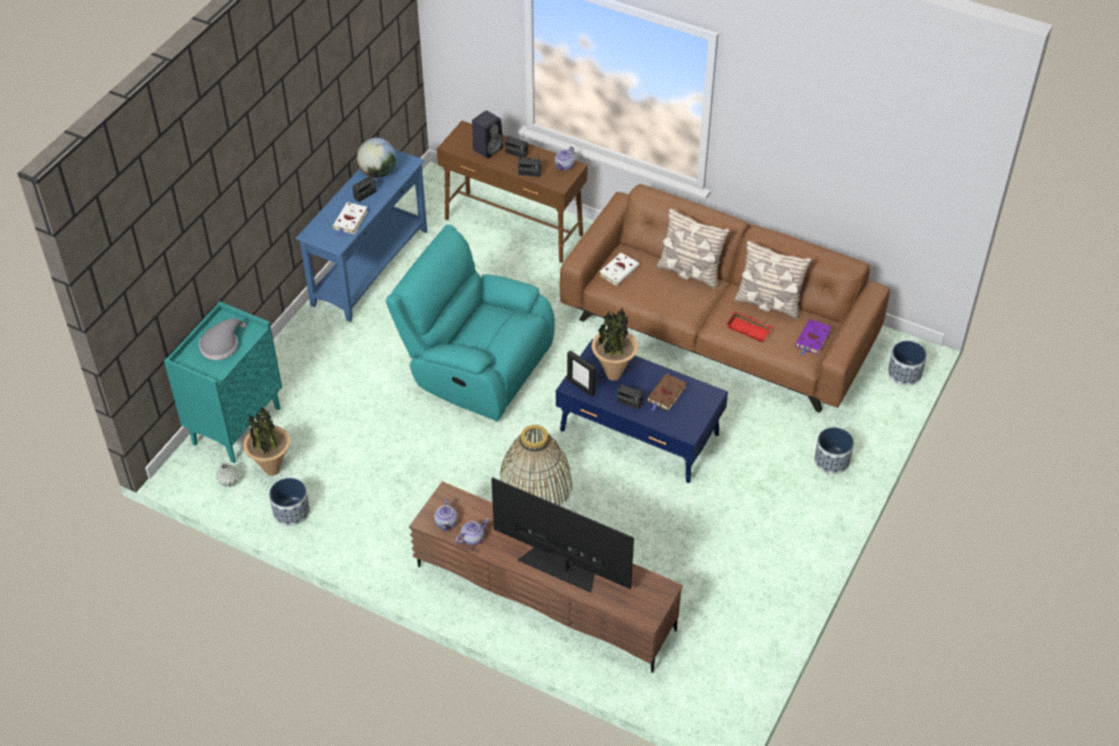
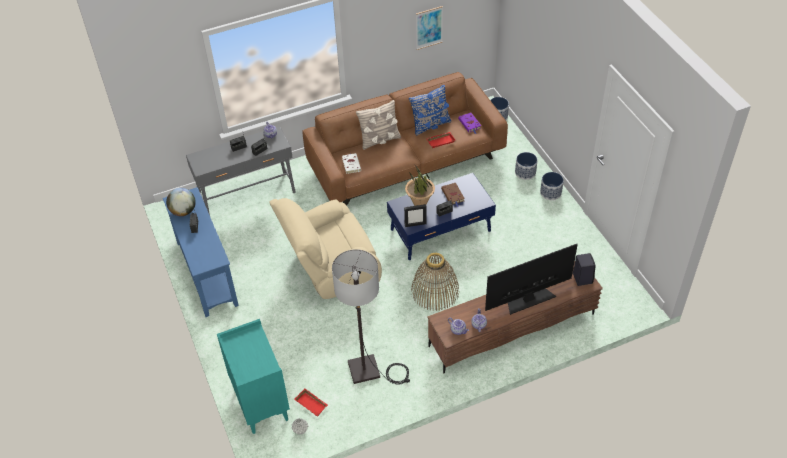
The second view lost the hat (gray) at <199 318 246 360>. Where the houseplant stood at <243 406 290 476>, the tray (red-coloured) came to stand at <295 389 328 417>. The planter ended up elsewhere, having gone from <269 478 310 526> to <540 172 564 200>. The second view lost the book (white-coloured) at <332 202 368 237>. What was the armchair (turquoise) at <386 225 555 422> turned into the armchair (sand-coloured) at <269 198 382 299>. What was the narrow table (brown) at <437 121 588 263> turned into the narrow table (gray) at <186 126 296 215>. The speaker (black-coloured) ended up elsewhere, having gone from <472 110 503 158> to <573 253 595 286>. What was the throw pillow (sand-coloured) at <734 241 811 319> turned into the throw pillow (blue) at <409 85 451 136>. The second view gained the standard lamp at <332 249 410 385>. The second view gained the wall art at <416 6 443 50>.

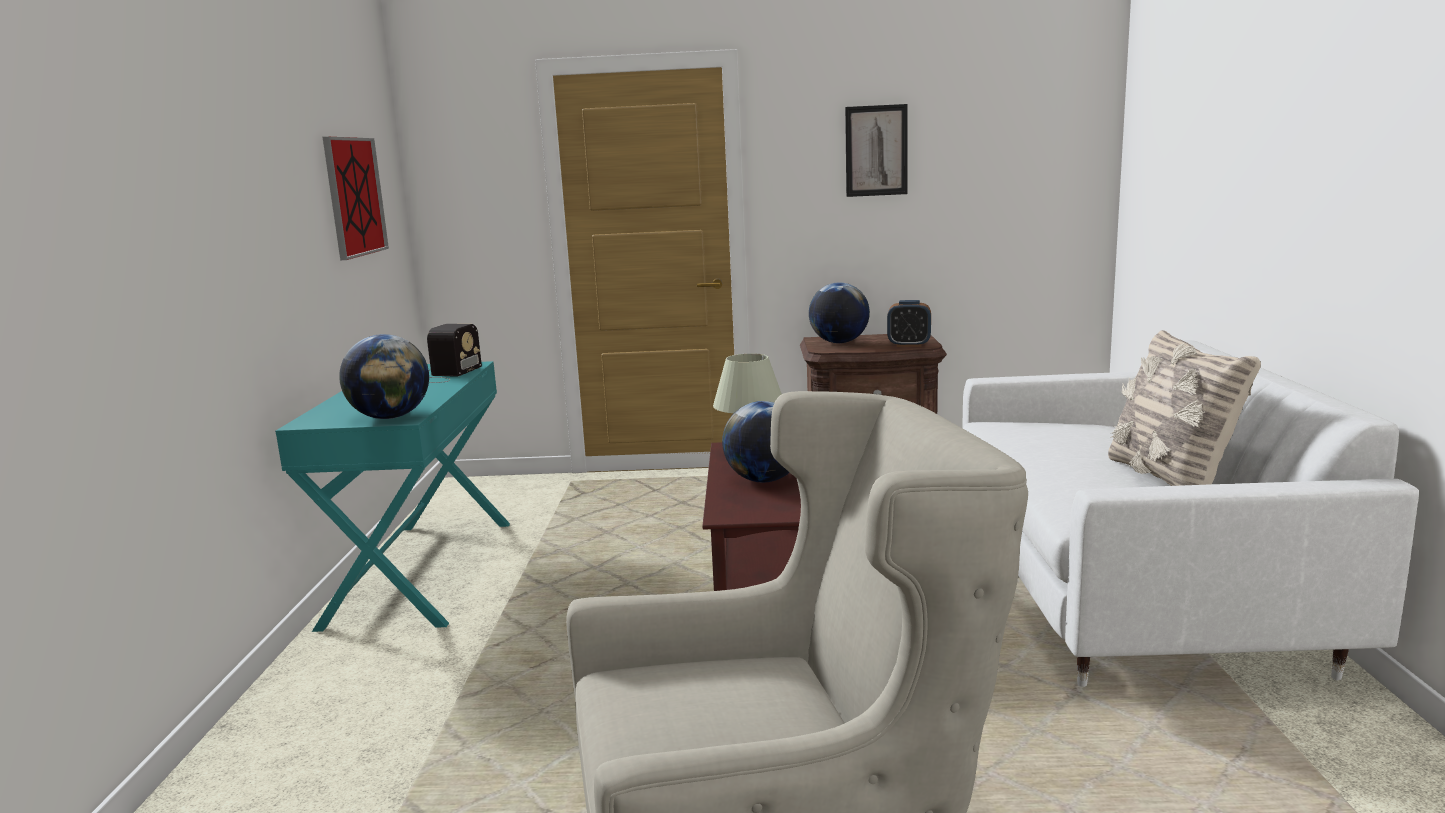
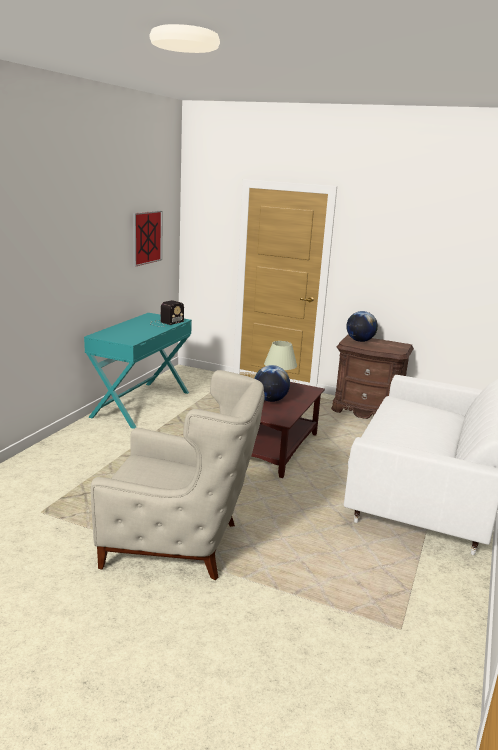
The second view lost the world globe at <339 334 429 419>. The second view lost the wall art at <845 104 908 197>. The second view lost the alarm clock at <887 300 931 347>. The second view lost the throw pillow (sand-coloured) at <1108 330 1261 486>.

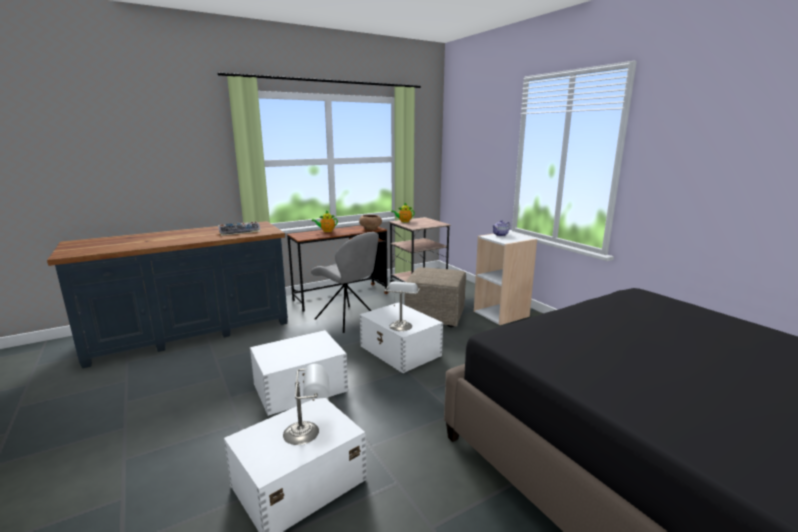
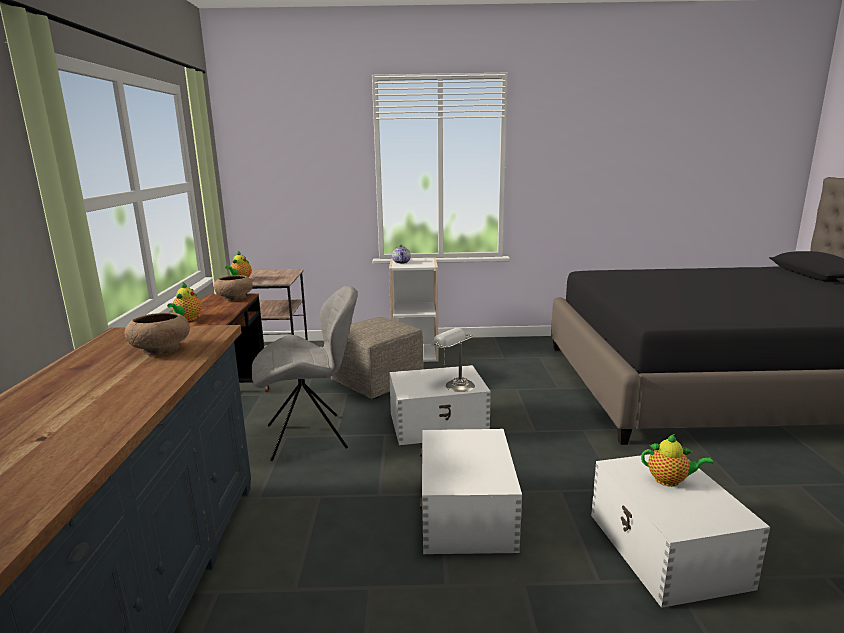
Where the PC keyboard stood at <218 221 261 236>, the serving bowl (brown) came to stand at <125 313 190 355>. Where the lamp for a table (white-coloured) stood at <283 364 330 445>, the pot for tea came to stand at <641 434 713 487>.

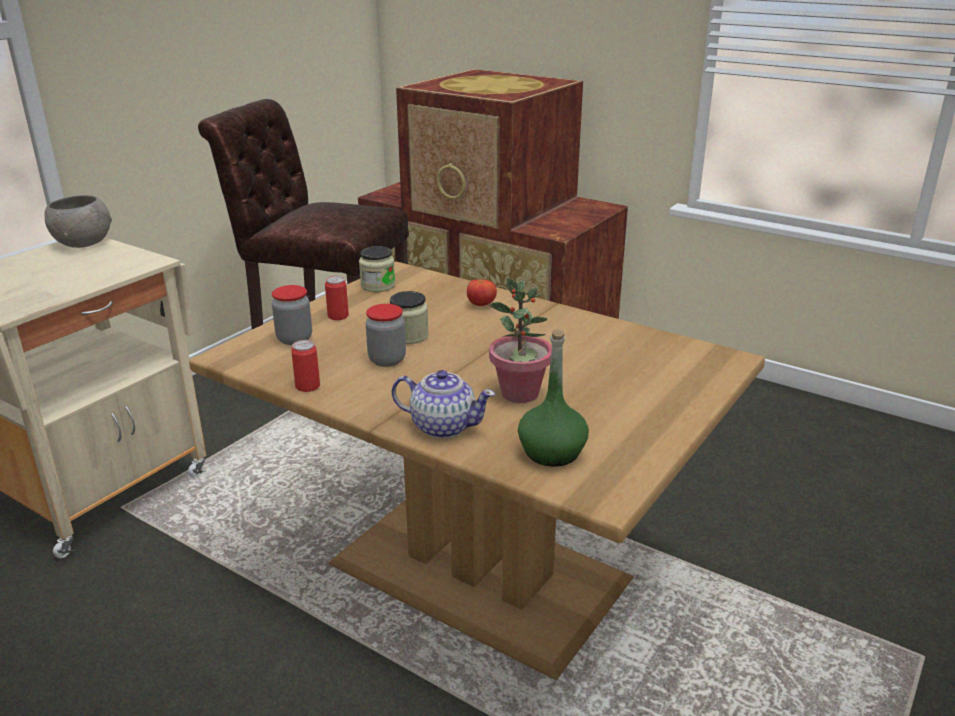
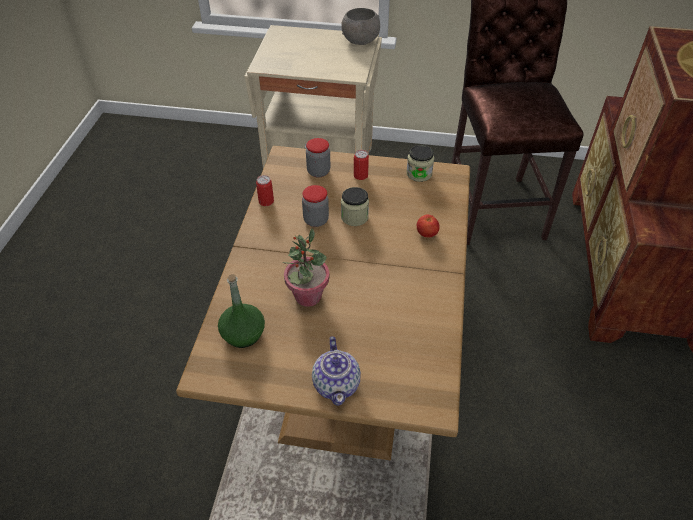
The pot for tea ended up elsewhere, having gone from <392 370 495 439> to <312 336 361 406>.

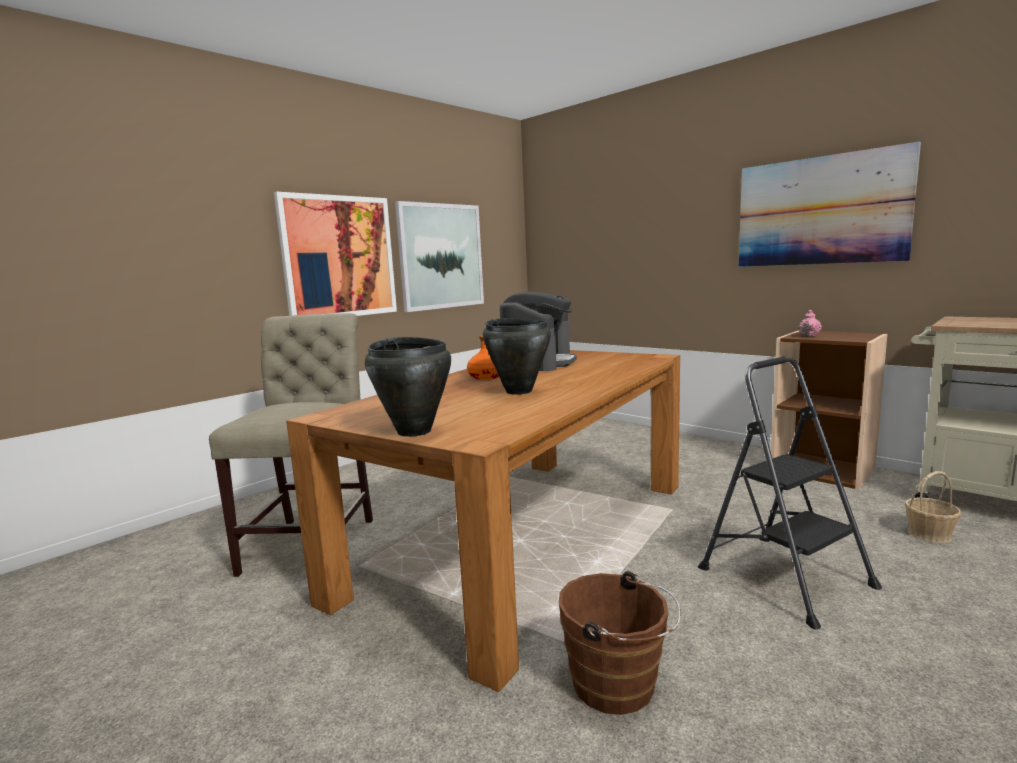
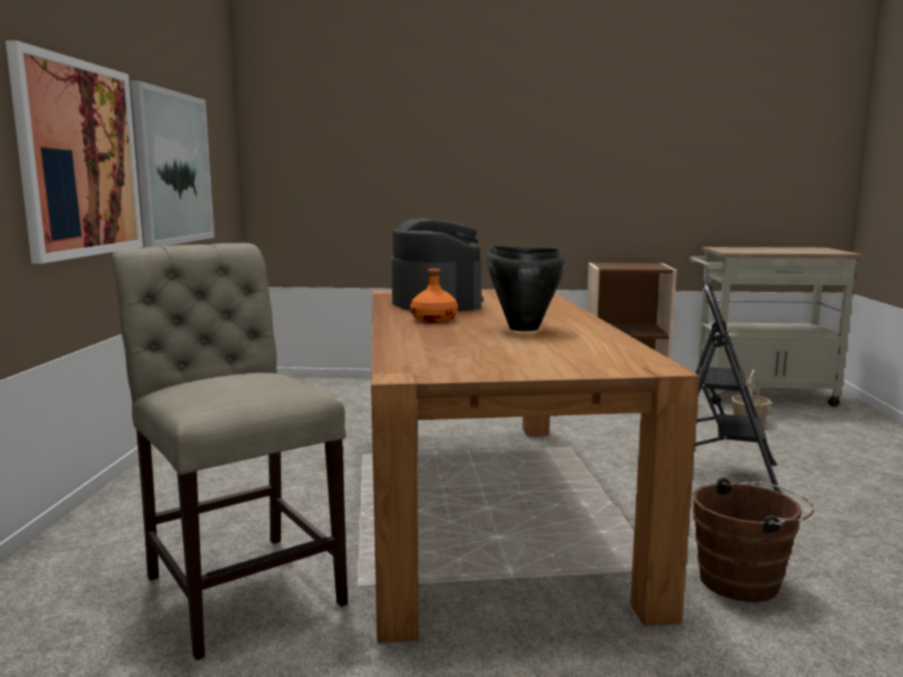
The second view lost the cooking pot (black-coloured) at <365 337 451 437>. The second view lost the wall art at <739 142 921 267>. The second view lost the pot for tea (pink) at <798 310 822 337>.

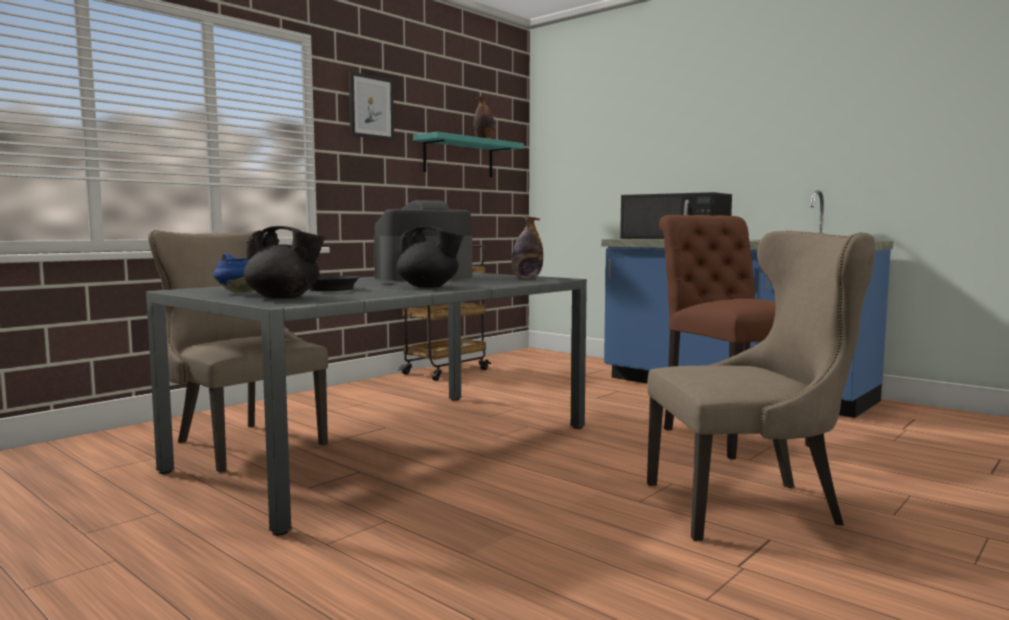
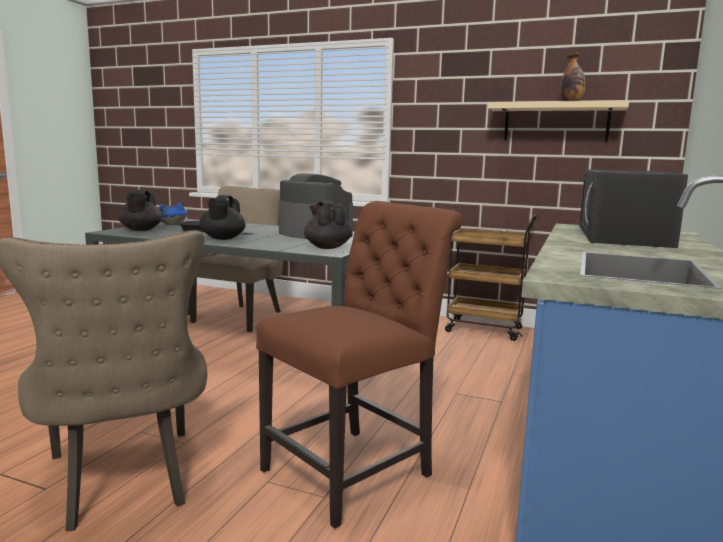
The second view lost the wall art at <349 72 394 141>. What was the bracket shelf (turquoise) at <413 132 524 177> turned into the bracket shelf (sand-coloured) at <488 100 629 142>. Where the bottle stood at <512 216 543 279>, the pot for tea (black-coloured) came to stand at <304 201 352 249>.

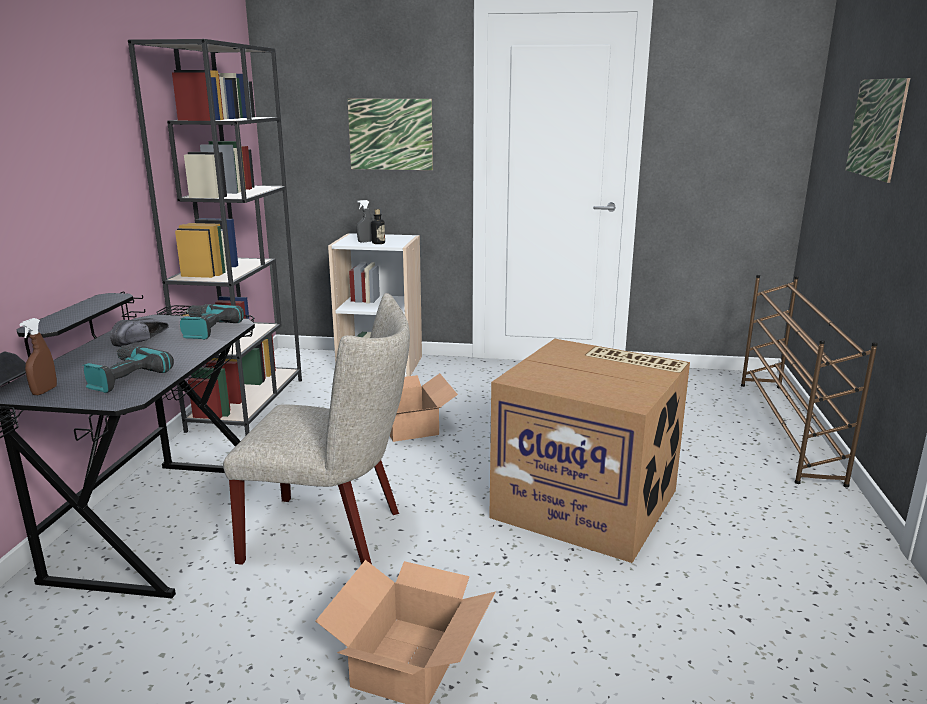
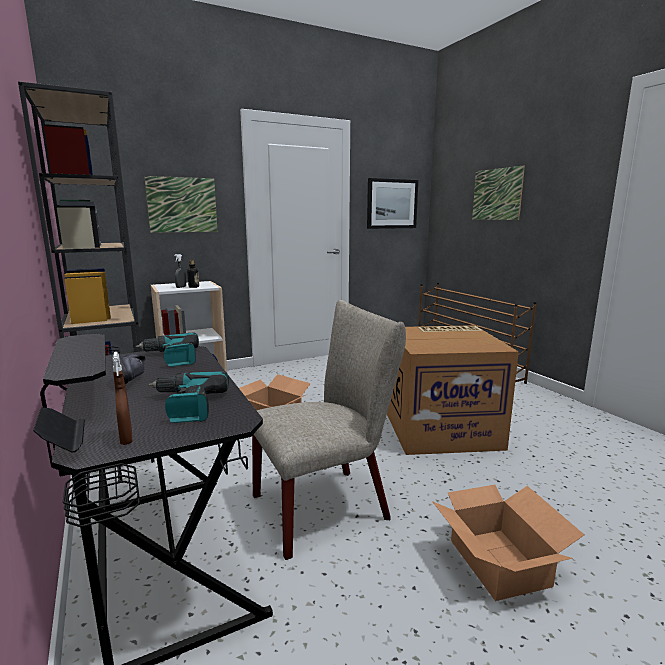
The second view gained the wall art at <367 178 418 229>.

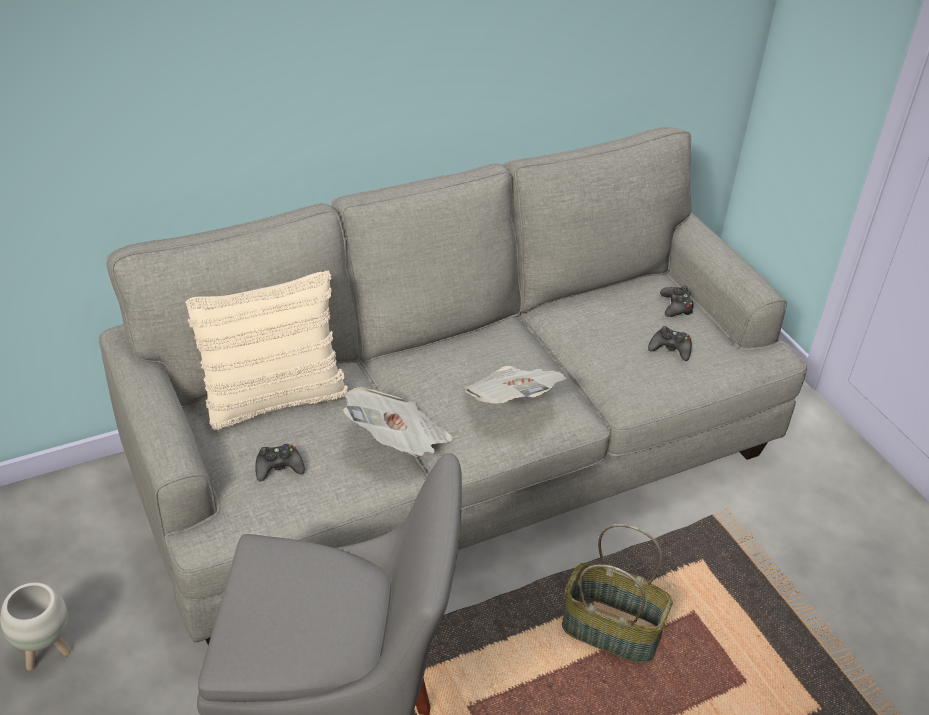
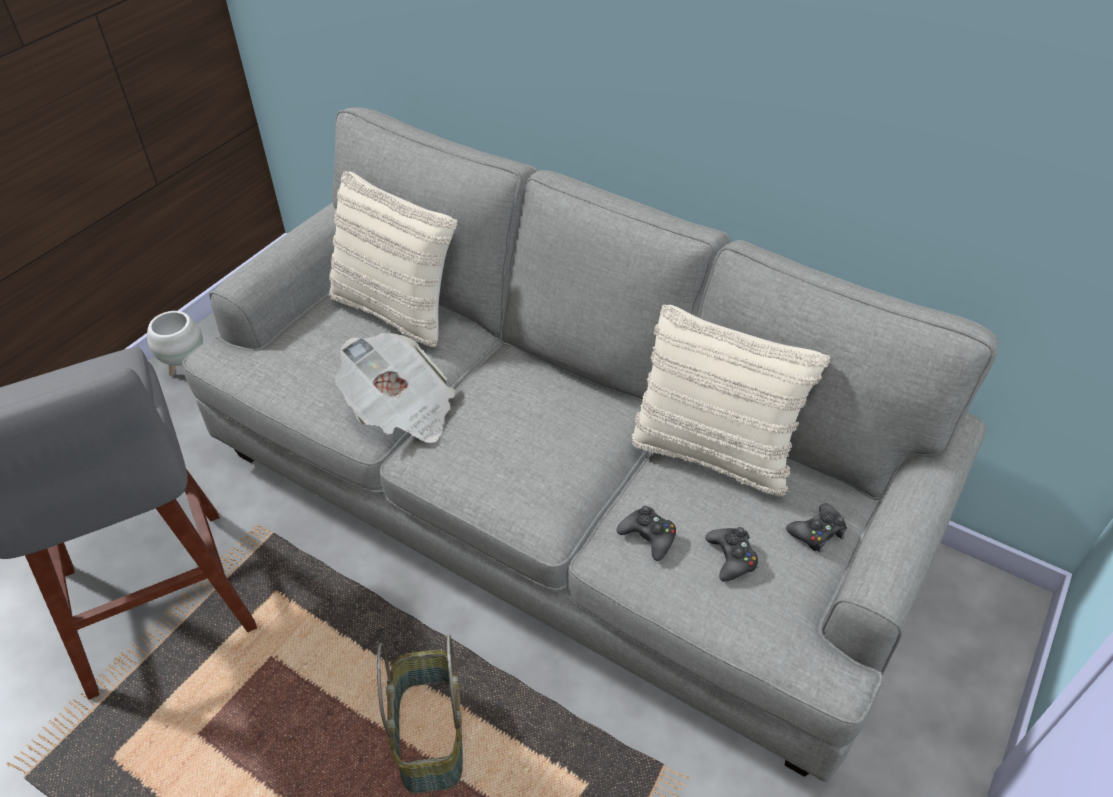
The game controller (black-coloured) ended up elsewhere, having gone from <255 444 305 481> to <617 506 676 561>. The second view lost the newspaper at <463 366 567 404>. The second view gained the throw pillow (sand-coloured) at <631 305 830 497>.

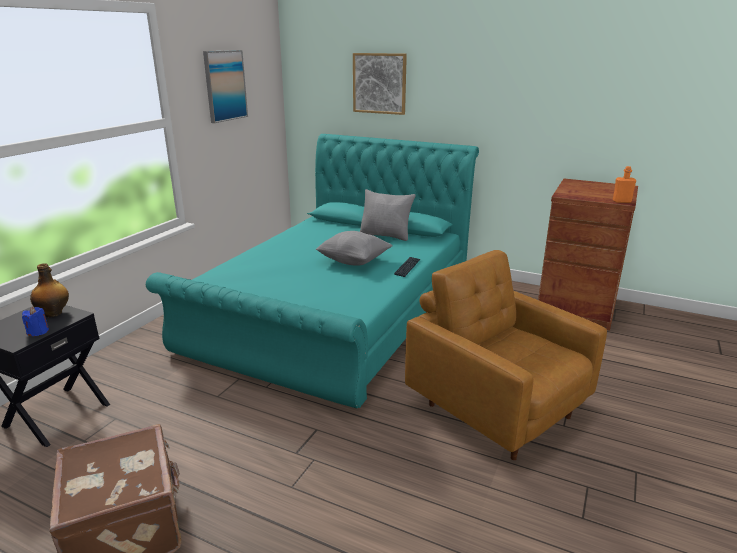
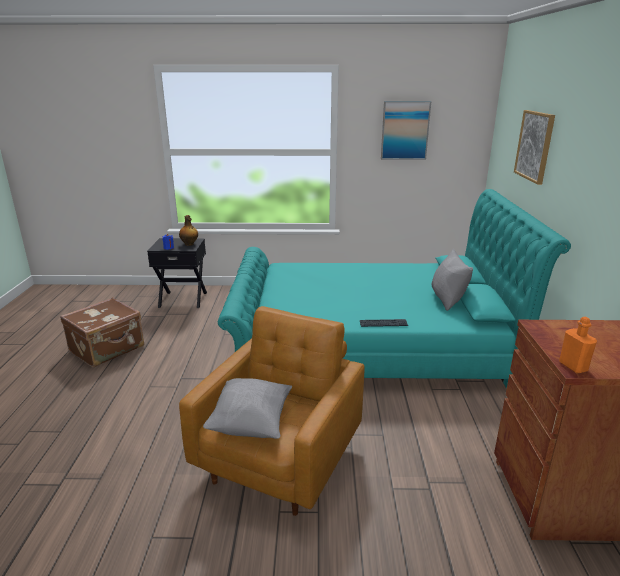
The throw pillow (gray) ended up elsewhere, having gone from <316 231 392 266> to <203 378 292 439>.

